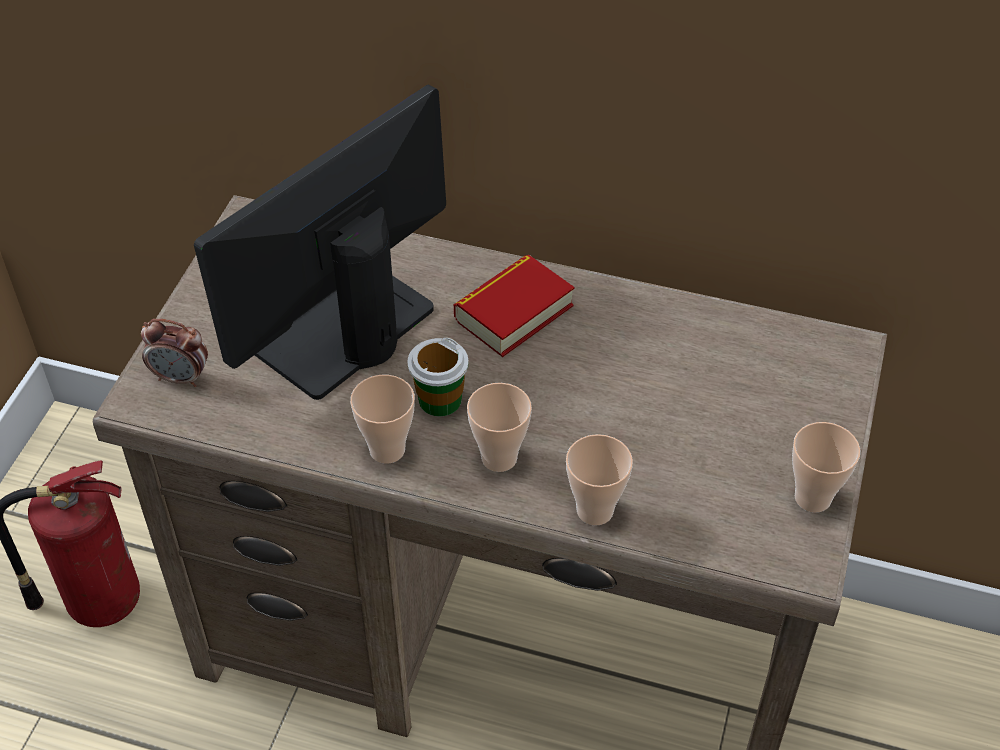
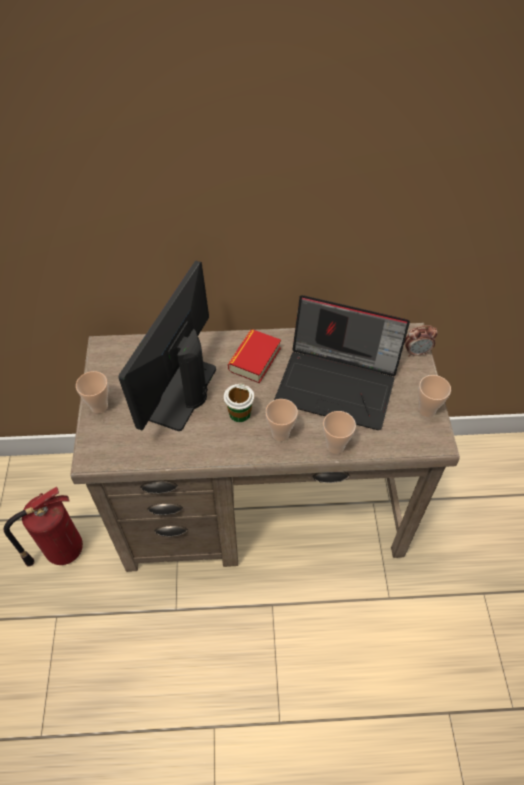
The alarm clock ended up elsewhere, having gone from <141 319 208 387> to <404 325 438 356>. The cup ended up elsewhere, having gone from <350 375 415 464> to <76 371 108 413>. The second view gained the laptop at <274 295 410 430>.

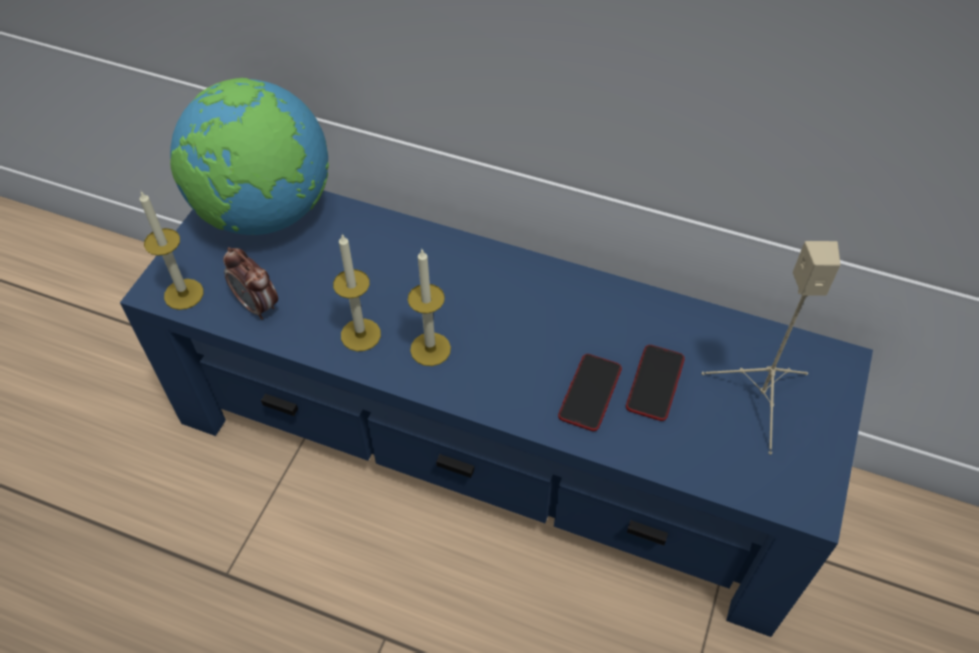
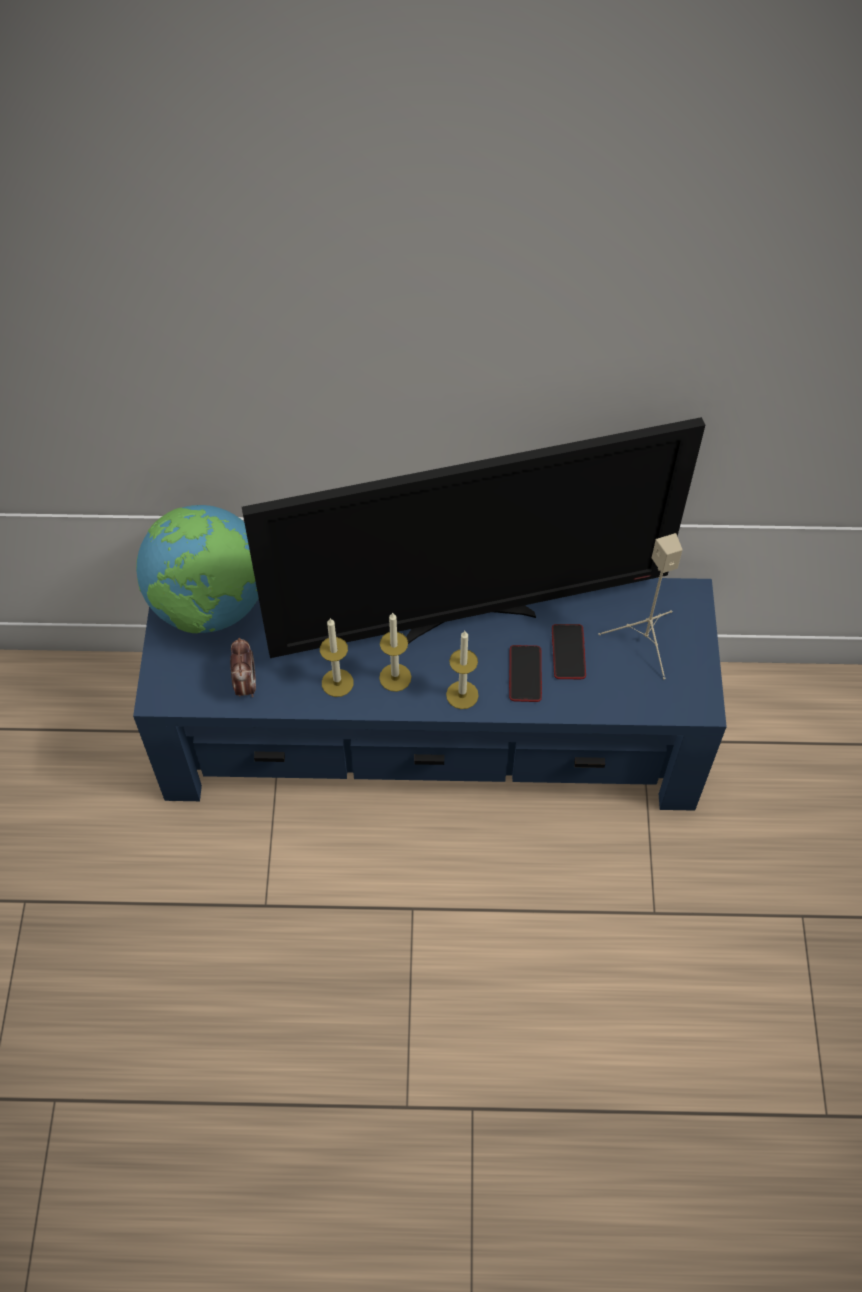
The candle ended up elsewhere, having gone from <139 191 204 310> to <446 631 479 709>. The alarm clock at <223 247 278 320> ended up facing another way, 120 degrees counterclockwise from before. The second view gained the television at <242 417 705 658>.

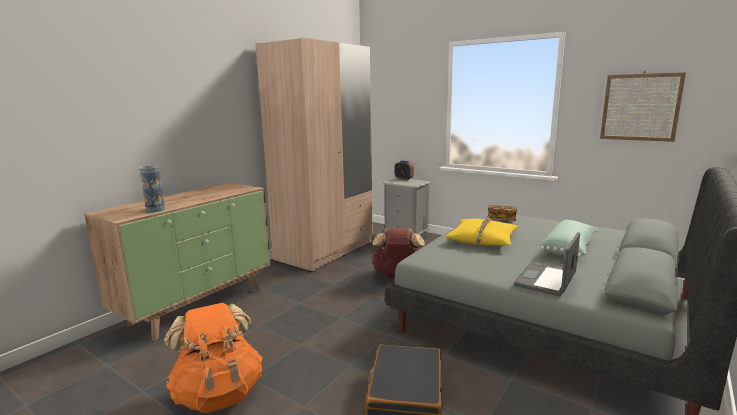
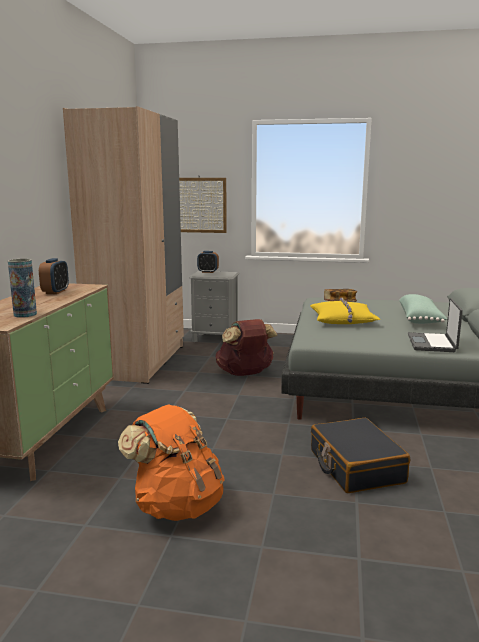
The wall art ended up elsewhere, having gone from <600 71 686 142> to <179 176 227 233>. The second view gained the alarm clock at <39 258 69 294>.

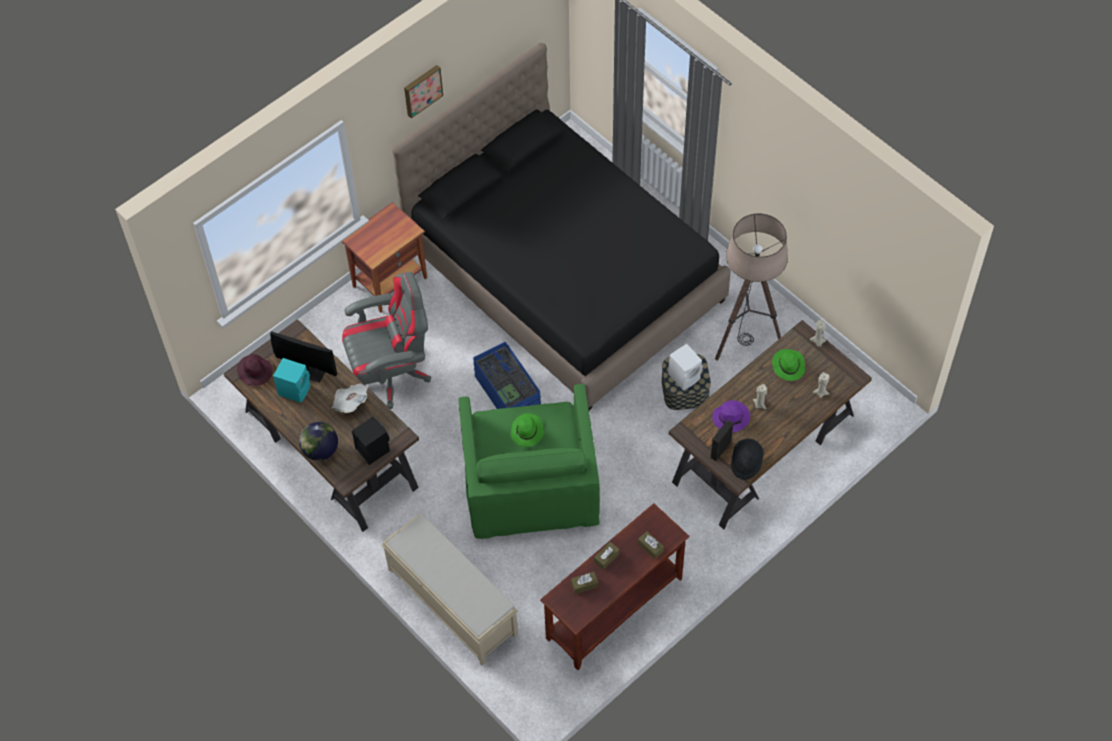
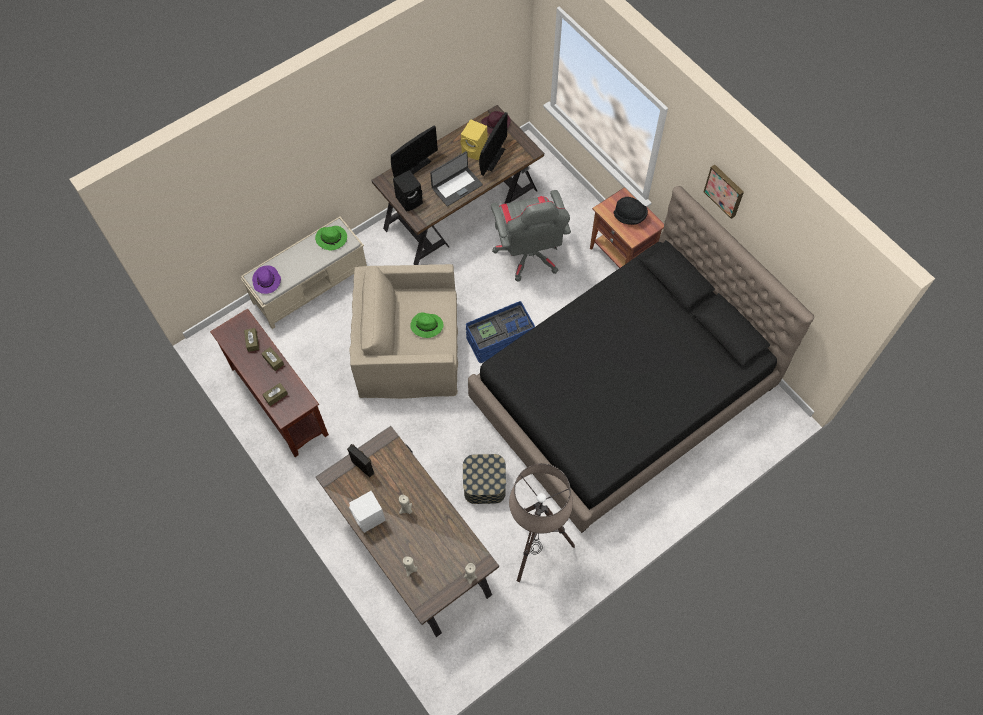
What was the speaker (turquoise) at <273 358 310 403> turned into the speaker (yellow) at <460 119 487 160>. Where the world globe stood at <299 422 338 461>, the computer screen came to stand at <391 126 438 178>. Where the newspaper stood at <331 383 368 413>, the laptop came to stand at <430 151 483 206>. What was the armchair (green-coloured) at <458 384 600 539> turned into the armchair (sand-coloured) at <349 264 458 399>. The speaker (white-coloured) ended up elsewhere, having gone from <668 344 703 390> to <349 491 386 533>. The hat (purple) ended up elsewhere, having gone from <712 400 750 432> to <252 266 281 294>. The hat (black-coloured) ended up elsewhere, having gone from <731 438 764 480> to <614 197 648 225>. The hat (green-coloured) ended up elsewhere, having gone from <772 349 805 381> to <315 226 347 250>.

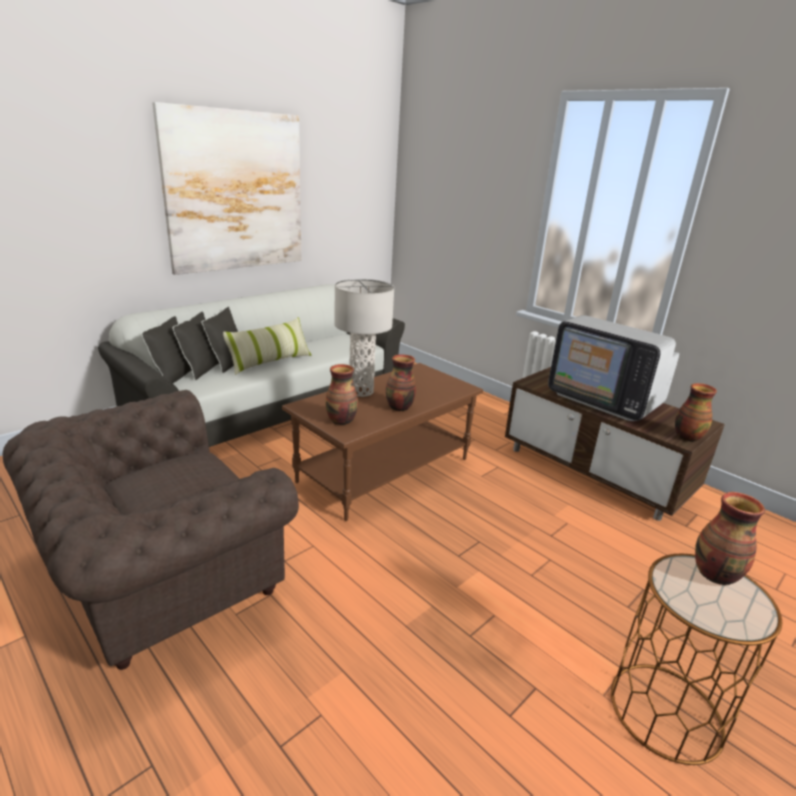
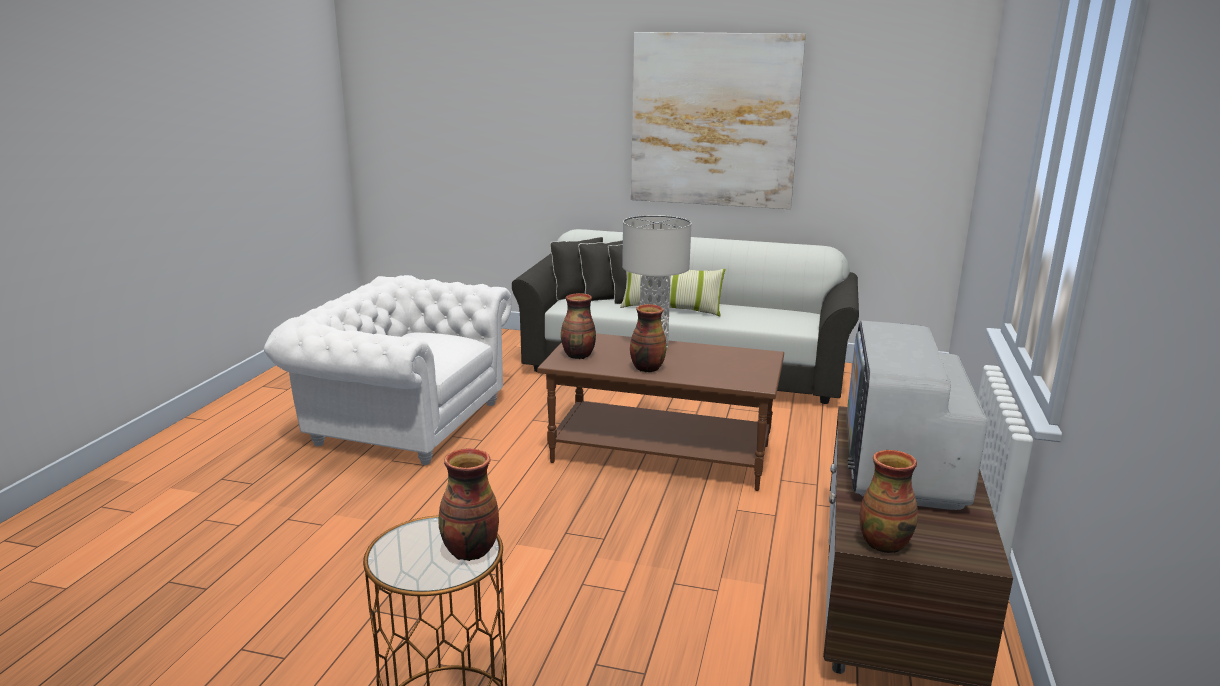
What was the armchair (brown) at <3 390 299 670> turned into the armchair (white-coloured) at <264 275 512 465>.

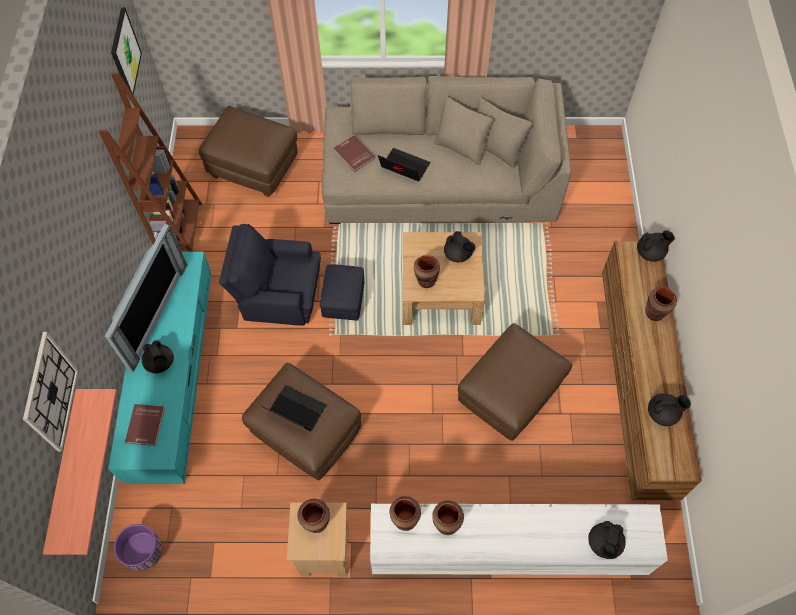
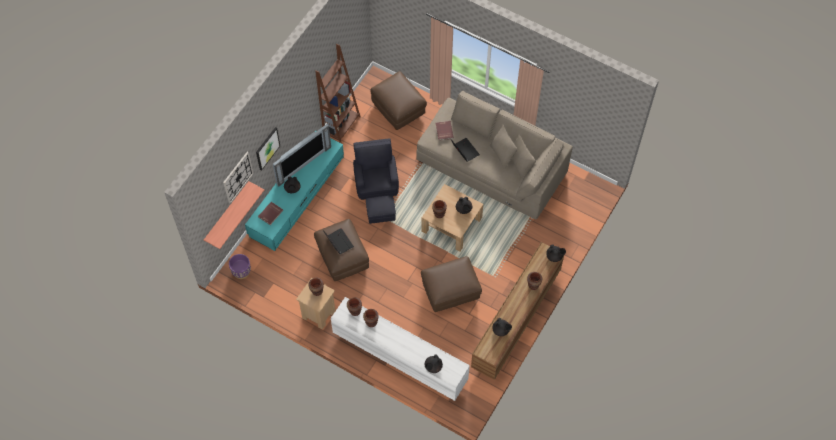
The wall art ended up elsewhere, having gone from <111 8 142 95> to <256 127 280 171>. The armchair (black-coloured) at <219 224 364 326> ended up facing another way, 45 degrees clockwise from before.

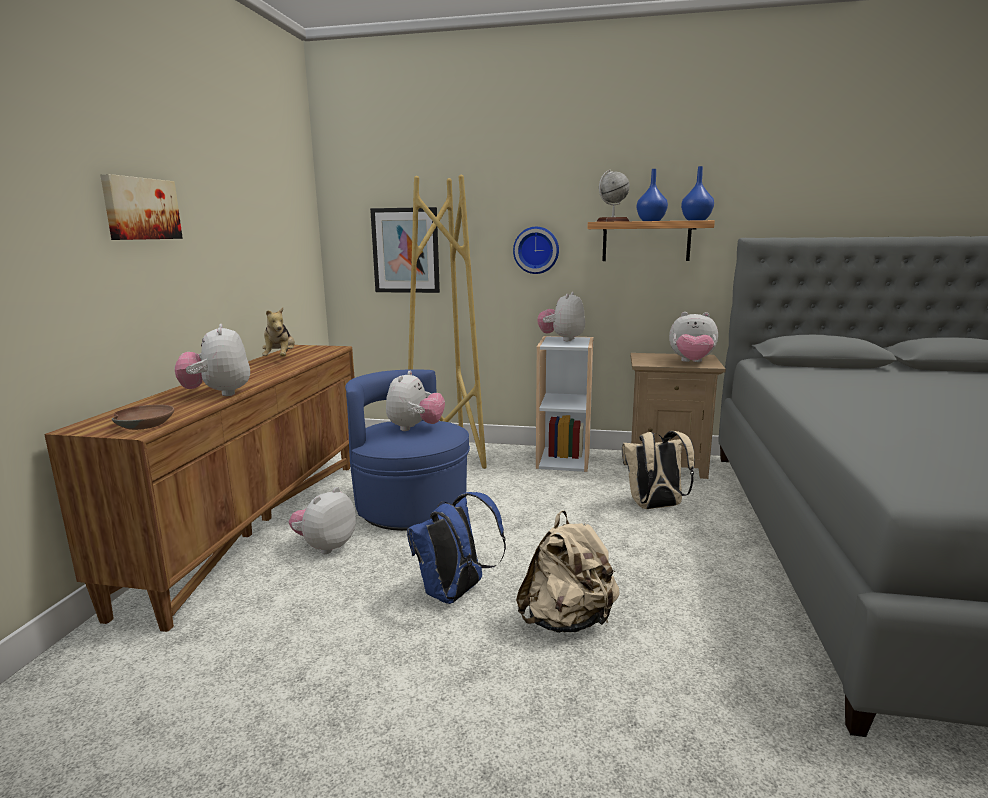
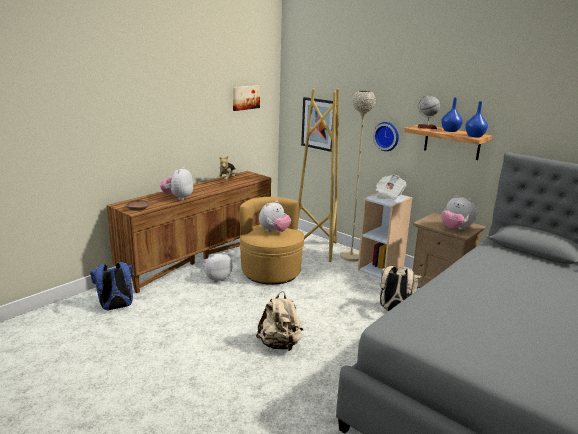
The wall art ended up elsewhere, having gone from <100 174 183 240> to <233 85 260 111>. What was the armchair (blue) at <345 369 470 531> turned into the armchair (sand-coloured) at <240 197 304 285>. The backpack (blue) ended up elsewhere, having gone from <407 492 506 604> to <90 262 133 310>. Where the plush toy stood at <537 292 585 341>, the newspaper came to stand at <376 175 407 199>. The second view gained the standard lamp (sand-coloured) at <340 90 376 262>.

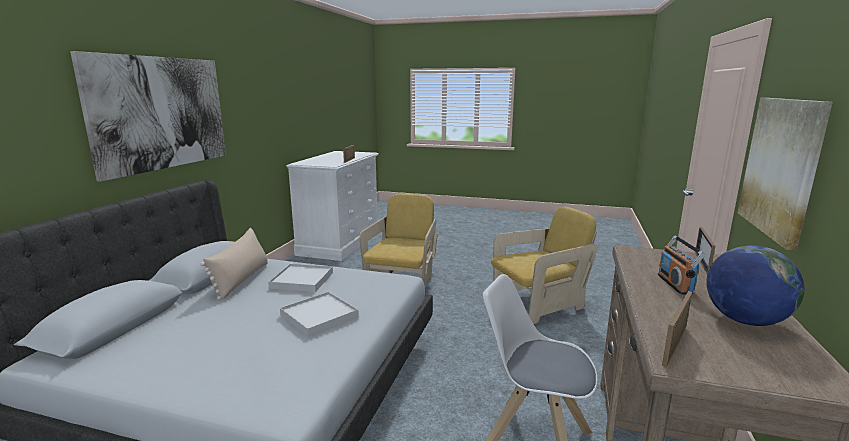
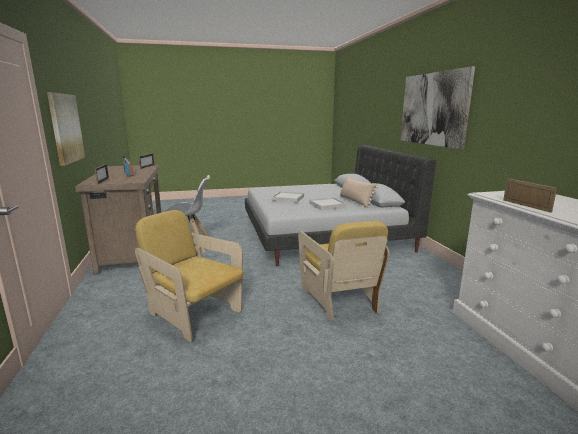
The armchair (yellow) at <491 207 597 324> ended up facing another way, 90 degrees clockwise from before. The second view lost the world globe at <706 245 804 326>.

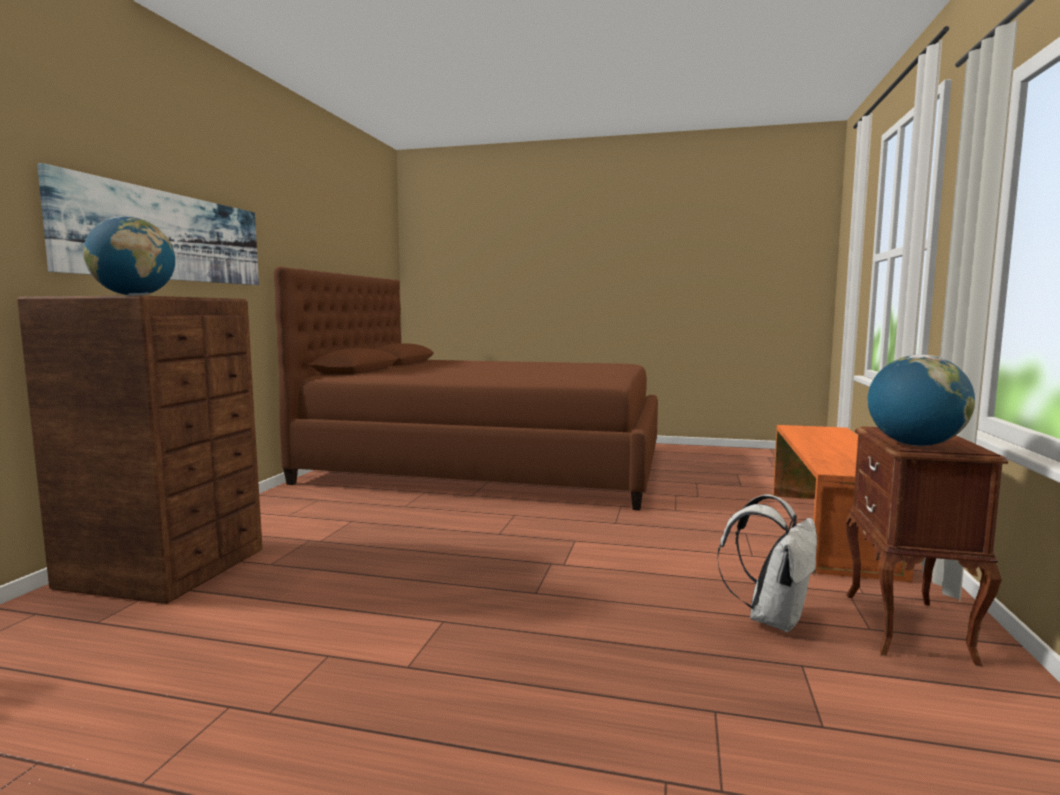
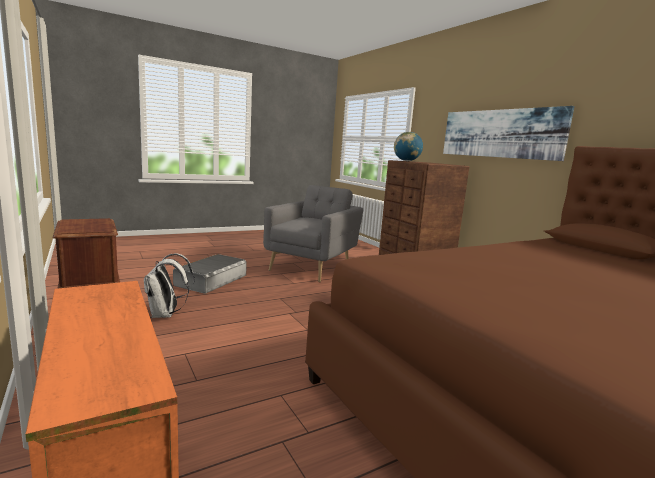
The second view lost the world globe at <867 355 975 446>. The second view gained the storage box (gray) at <173 254 247 294>. The second view gained the armchair (gray) at <263 185 363 282>.

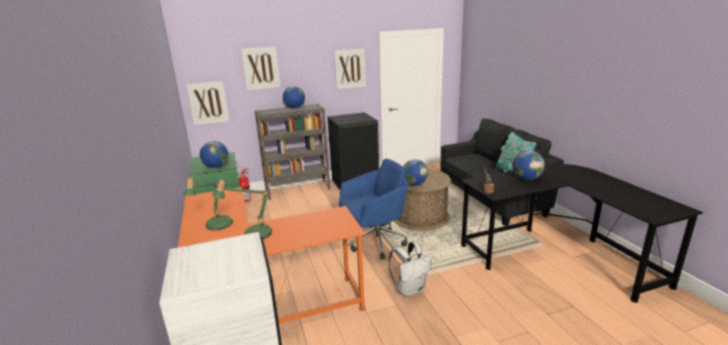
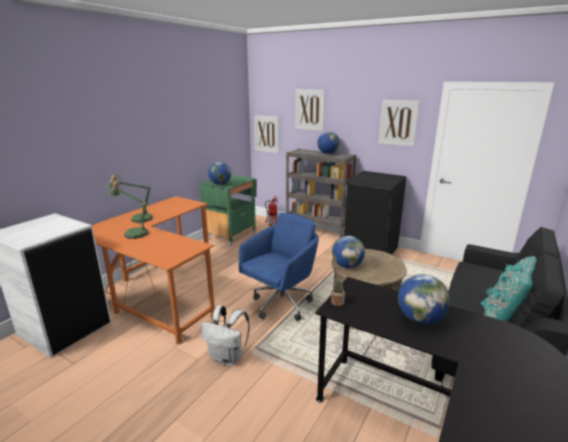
The desk chair (blue) at <339 159 408 259> ended up facing another way, 75 degrees counterclockwise from before.

